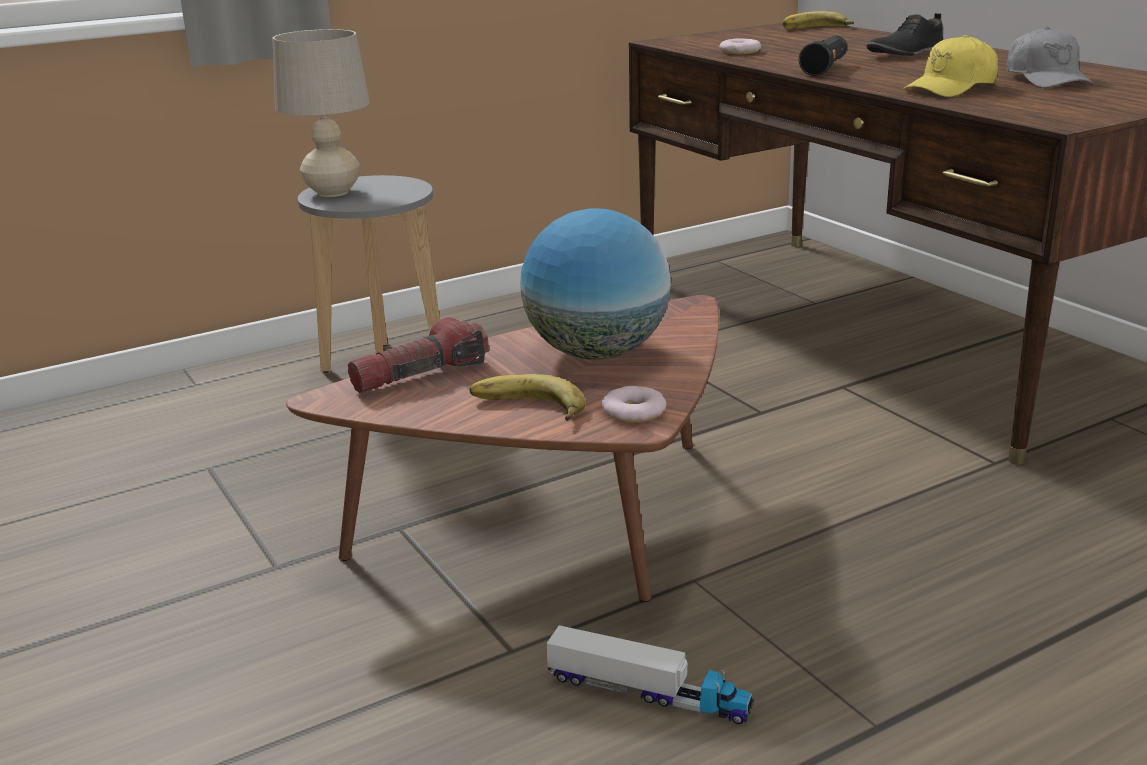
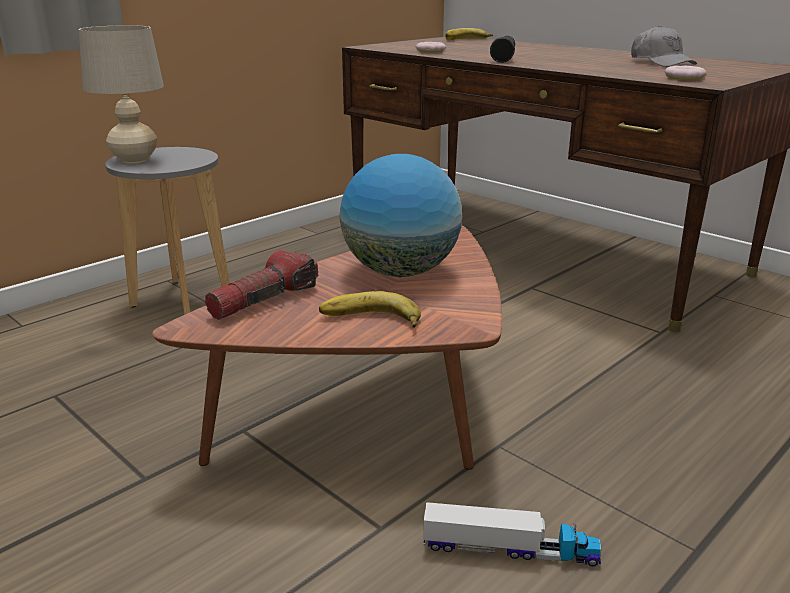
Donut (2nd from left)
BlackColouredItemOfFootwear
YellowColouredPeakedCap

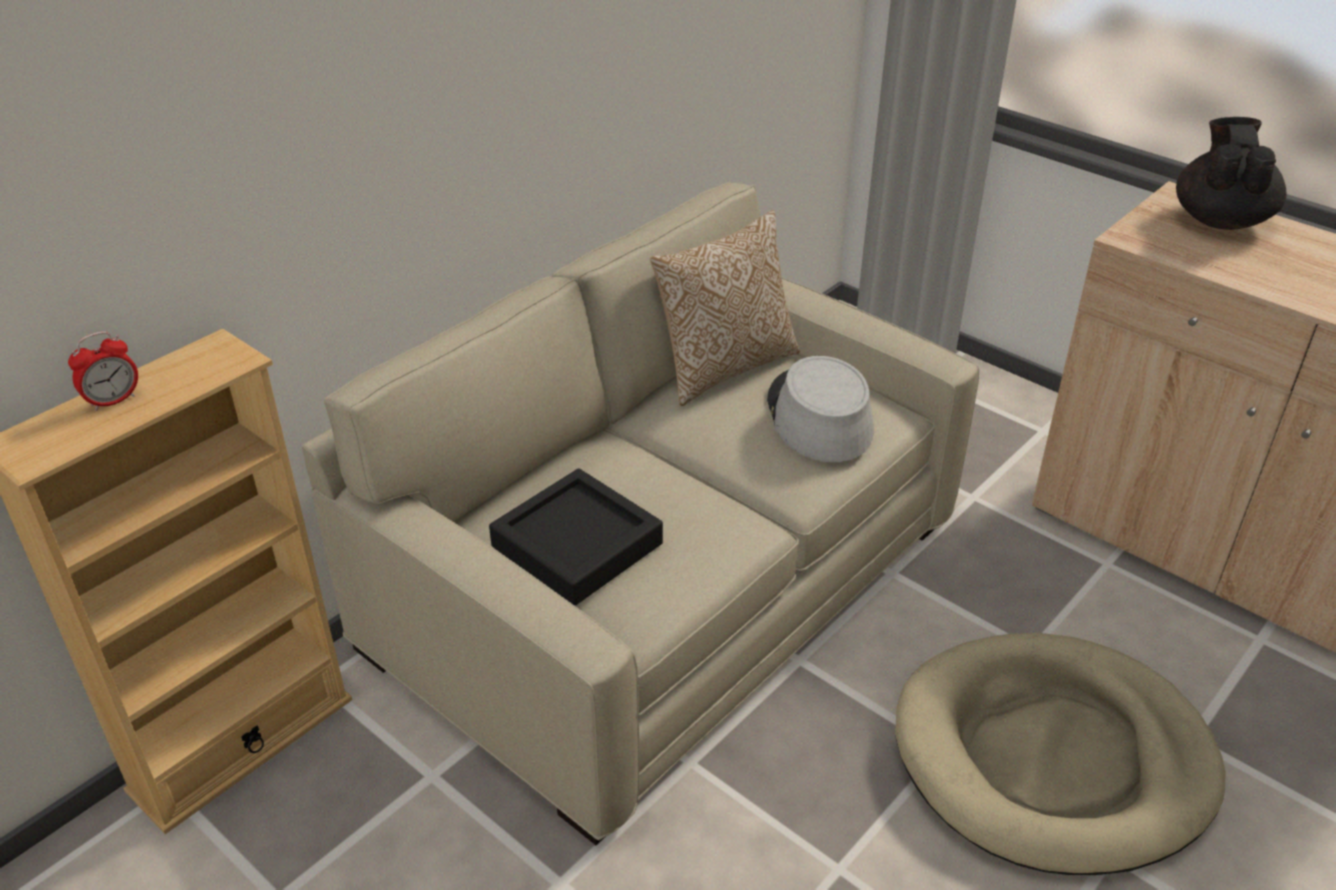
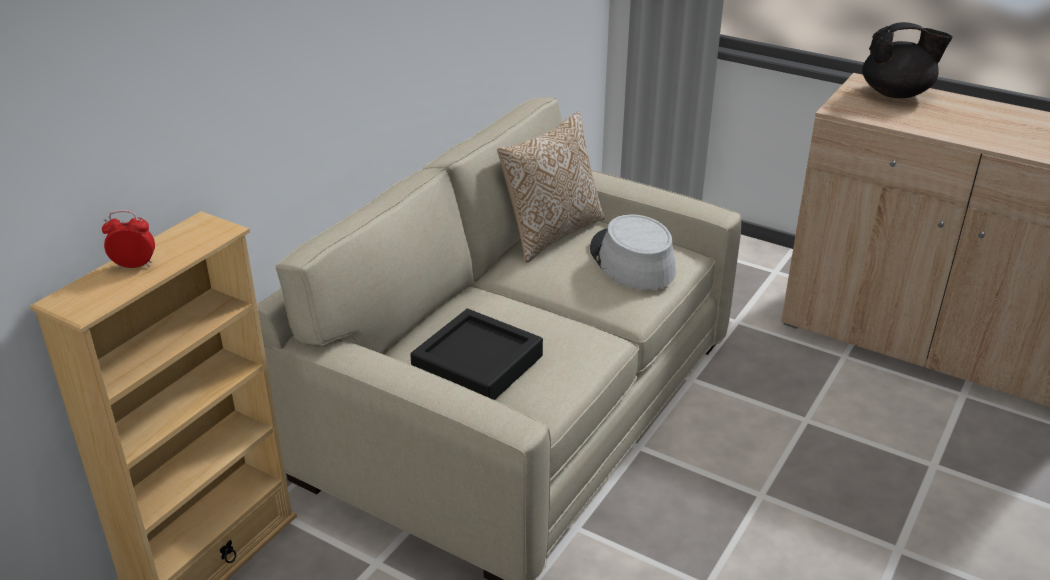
AlarmClock
BeigeColouredPetBed
BlackColouredPotForTea

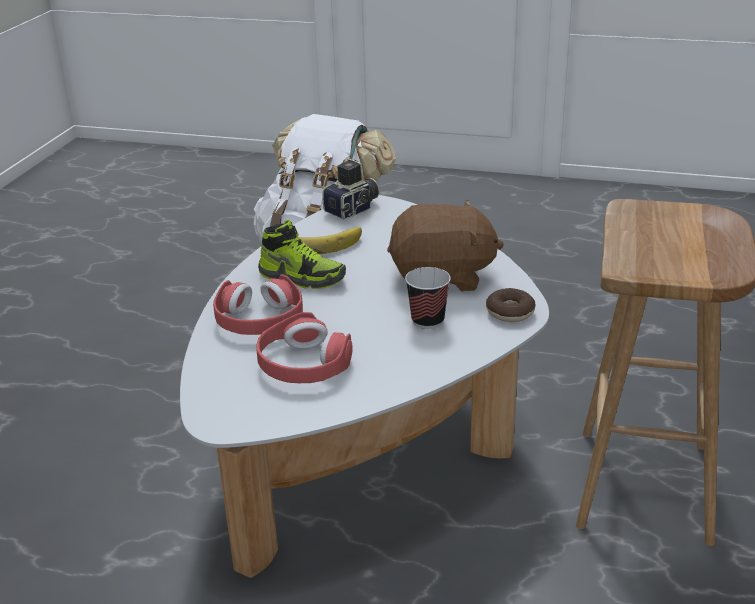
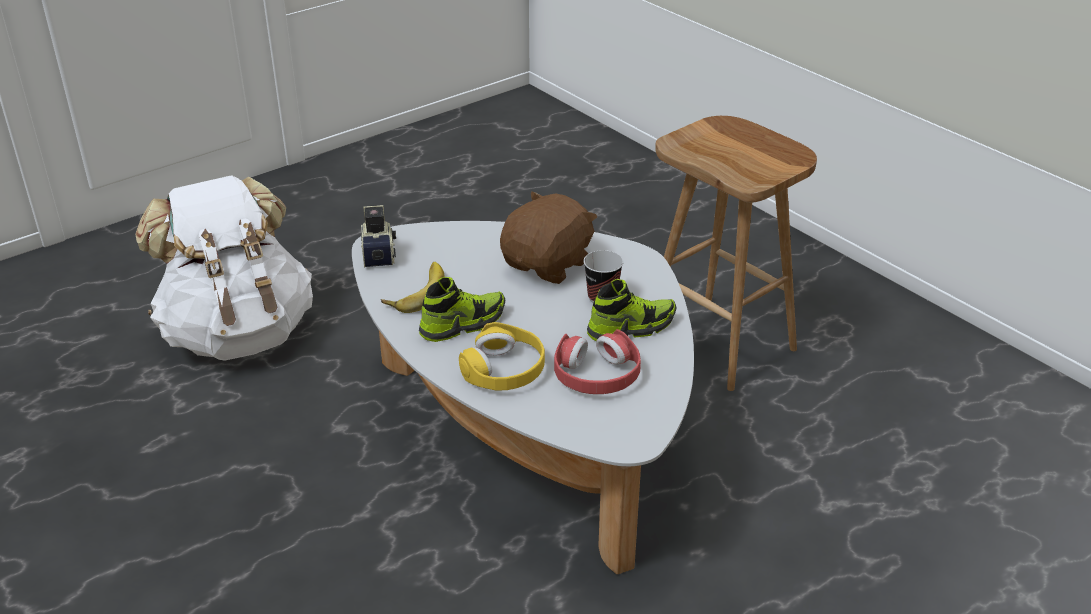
YellowColouredHeadphones
Donut
ItemOfFootwear (2nd from left)

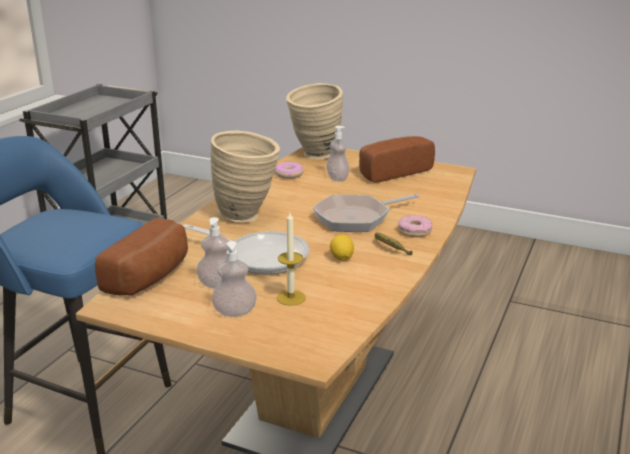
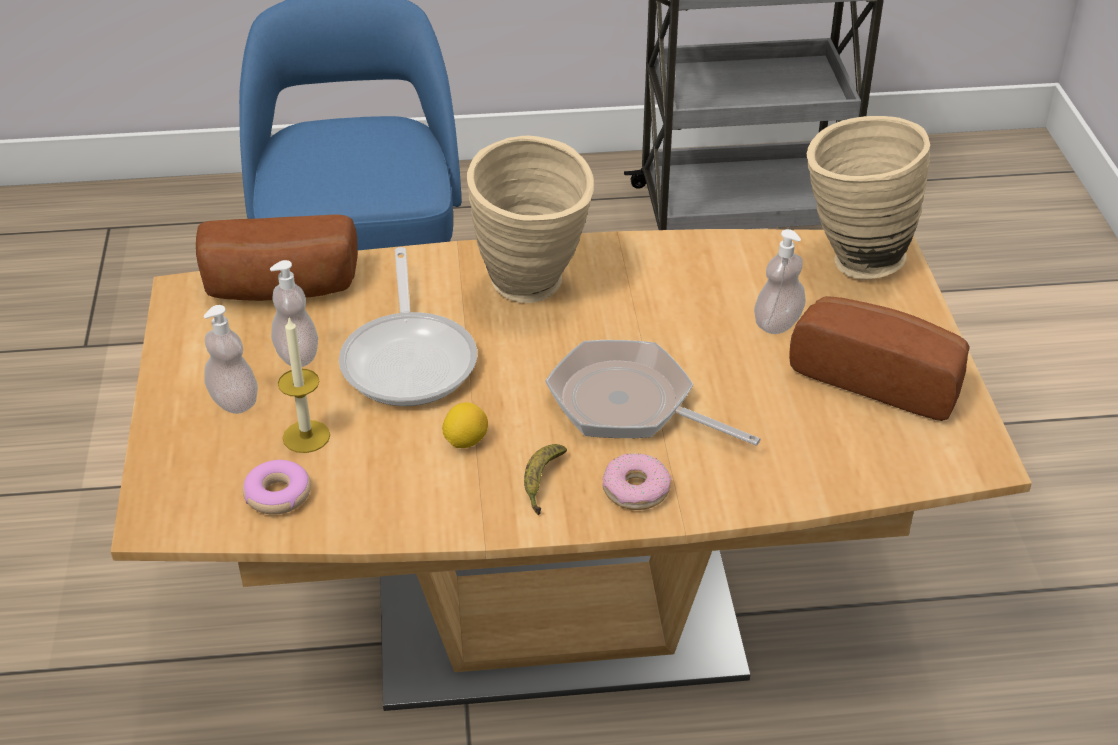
Donut (1st from left)

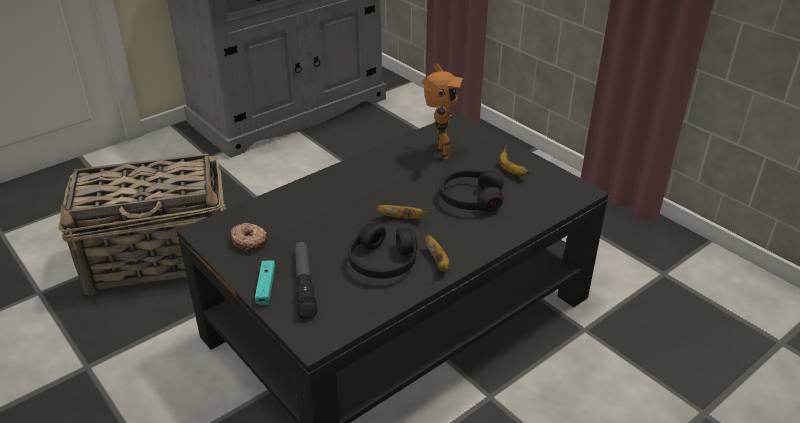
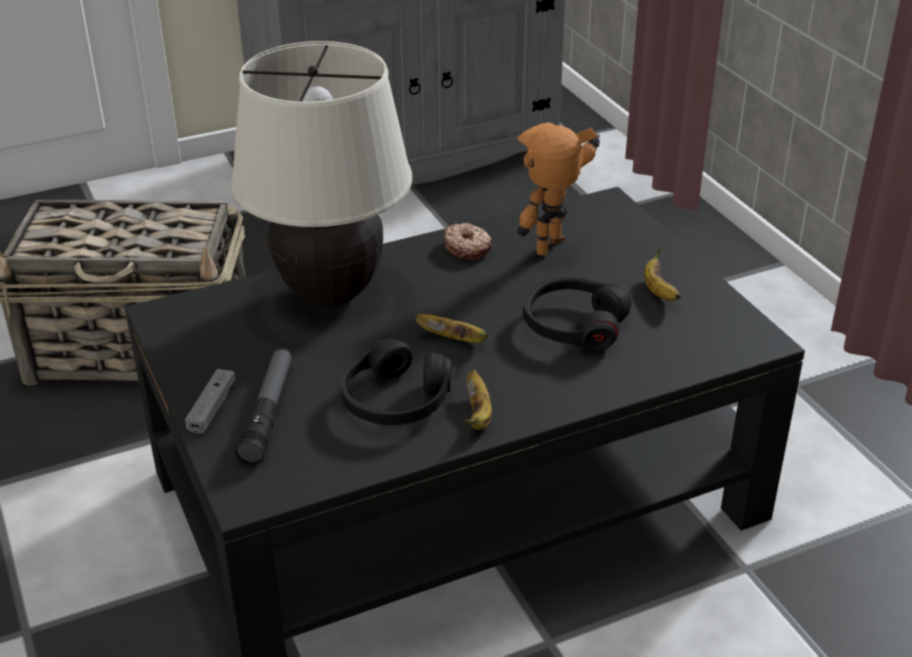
Donut
GreyishGameController
RobotFigure
BeigeColouredLampForATable

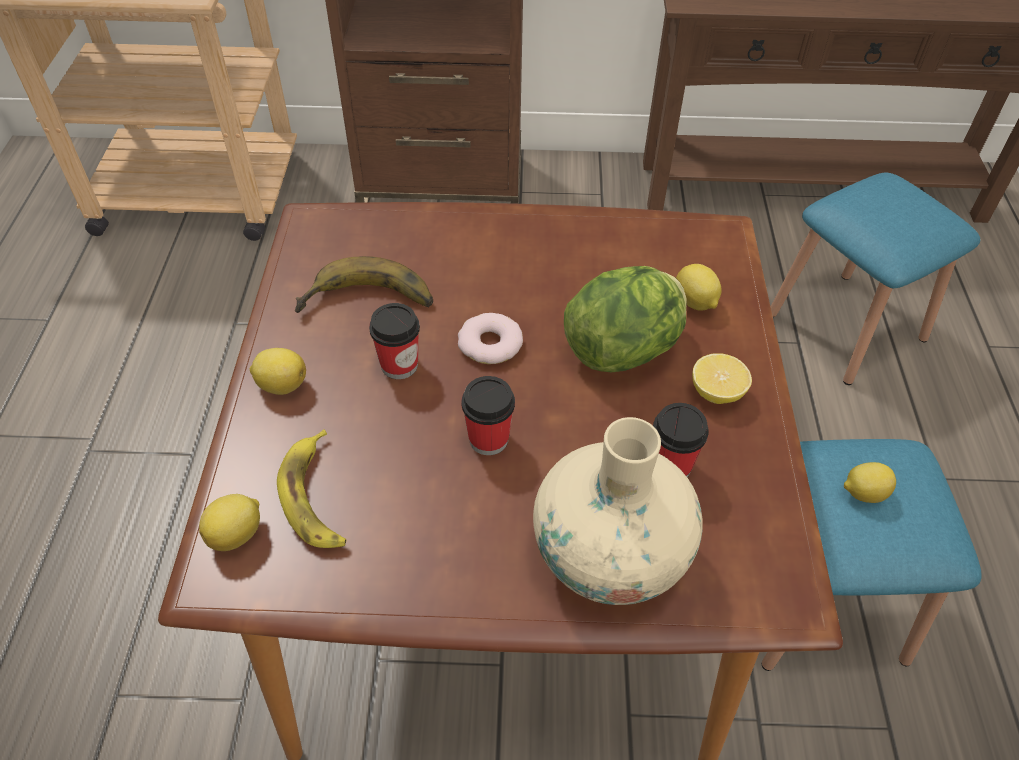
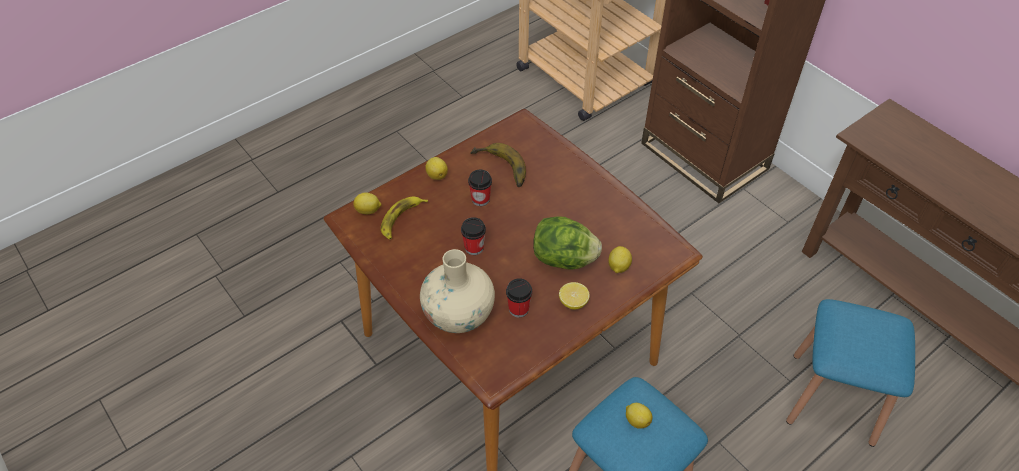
Donut

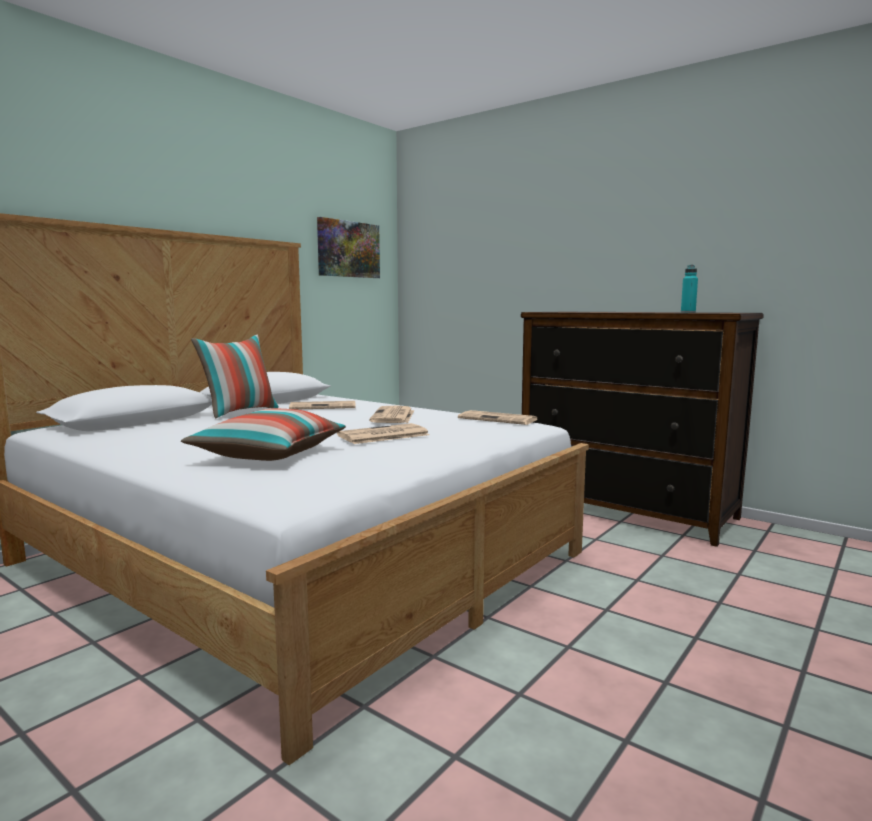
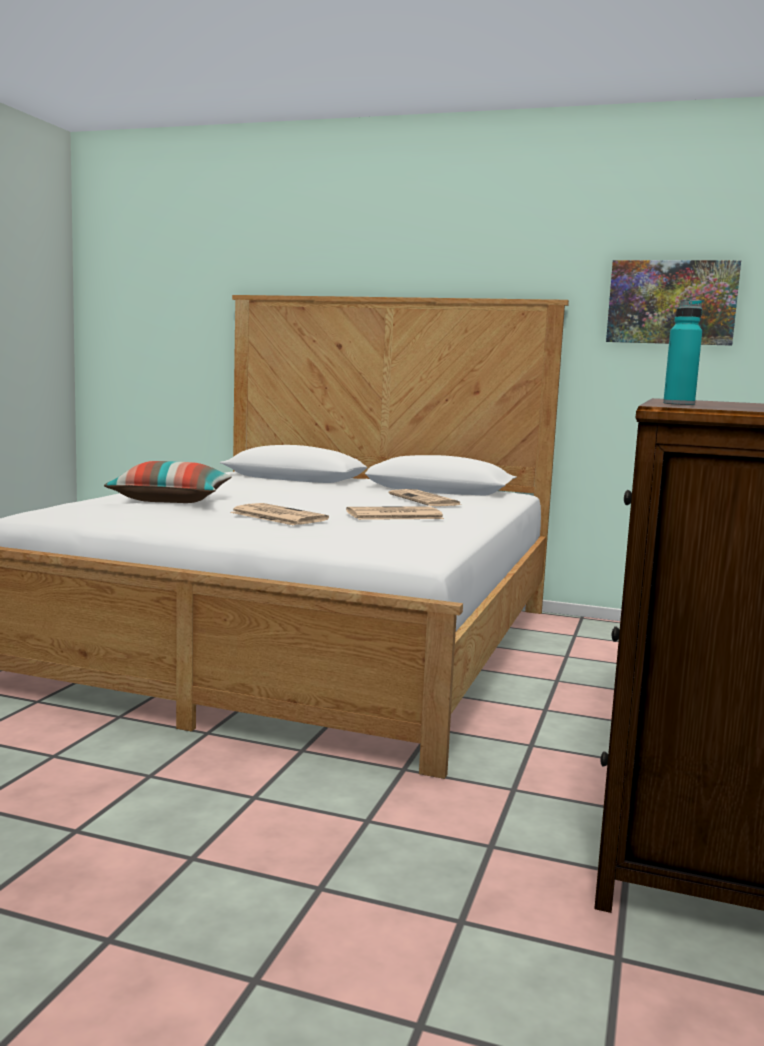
Cushion (1st from left in the first image)
Newspaper (4th from left in the first image)

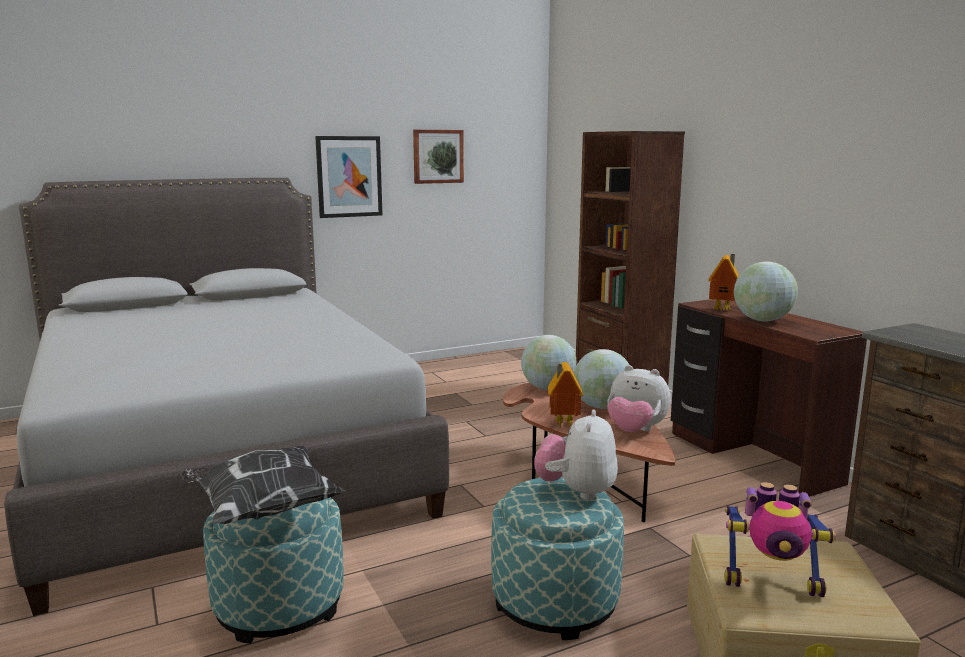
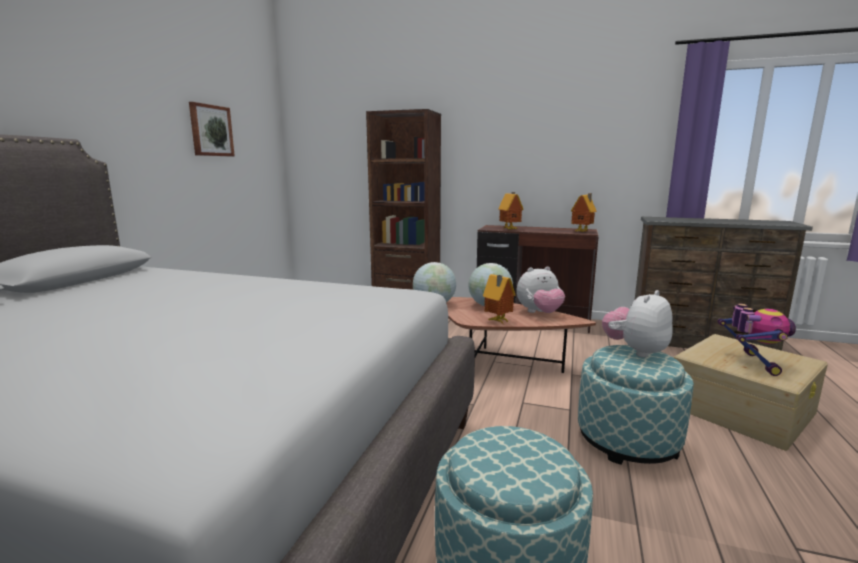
Cushion
WallPicture (1st from left in the first image)
CuddlyToy (2nd from left)
RobotFigure
Globe (3rd from left in the first image)
MiniatureHouse (3rd from left)

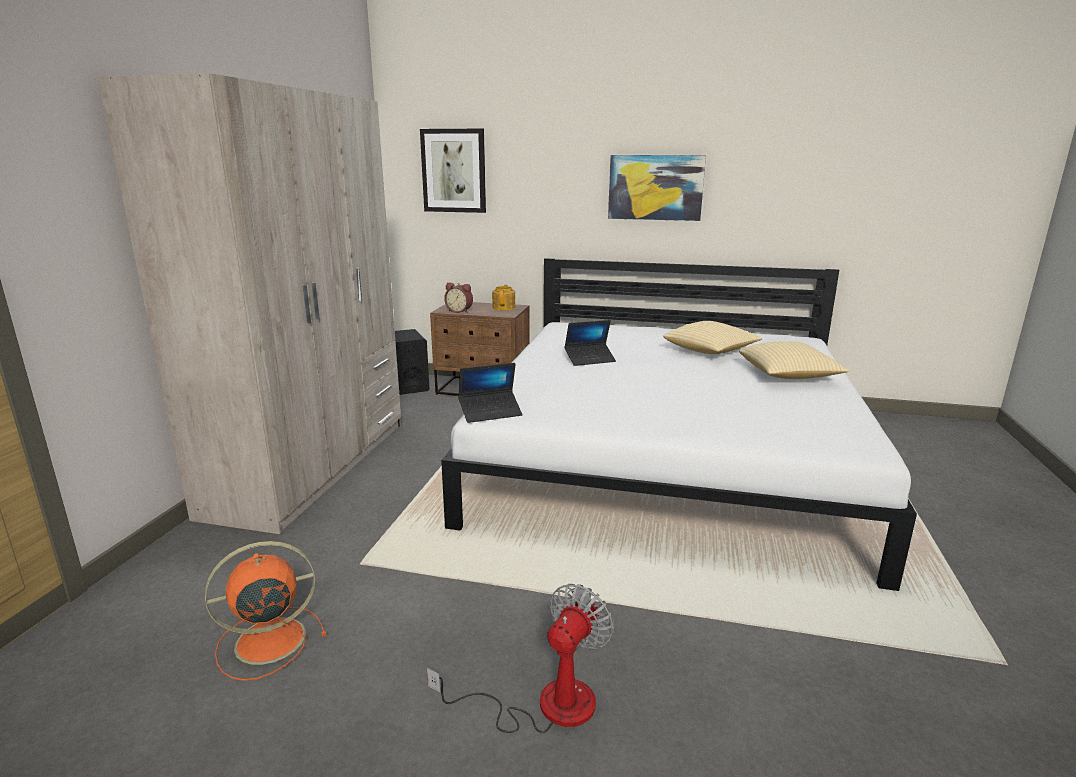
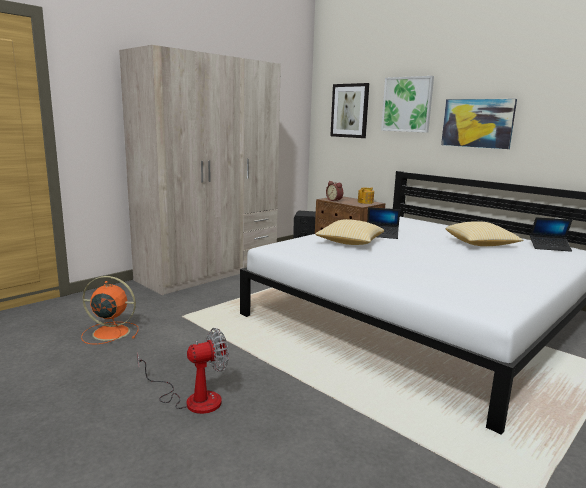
Laptop (2nd from left)
Cushion (1st from left)
WallPicture (2nd from left)

